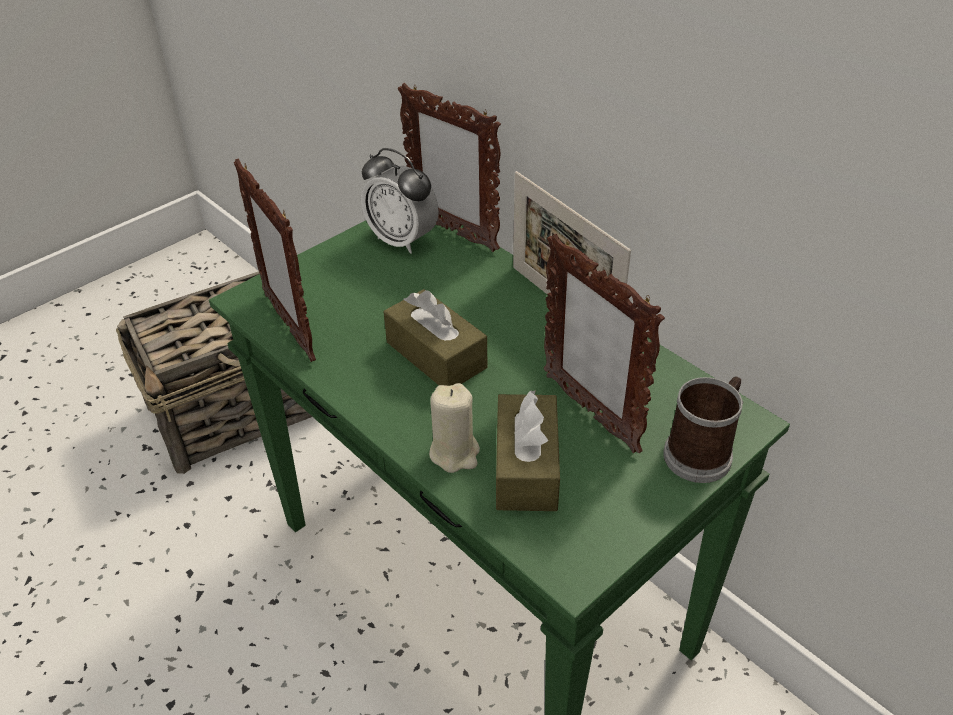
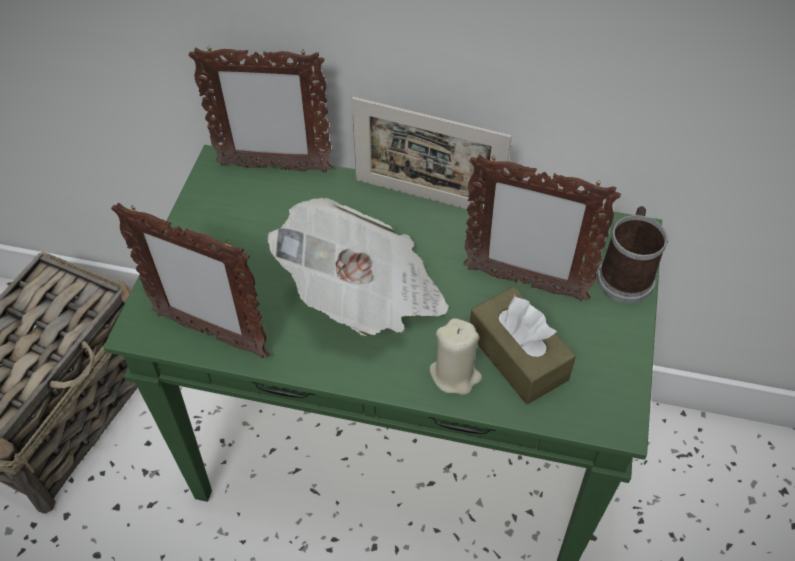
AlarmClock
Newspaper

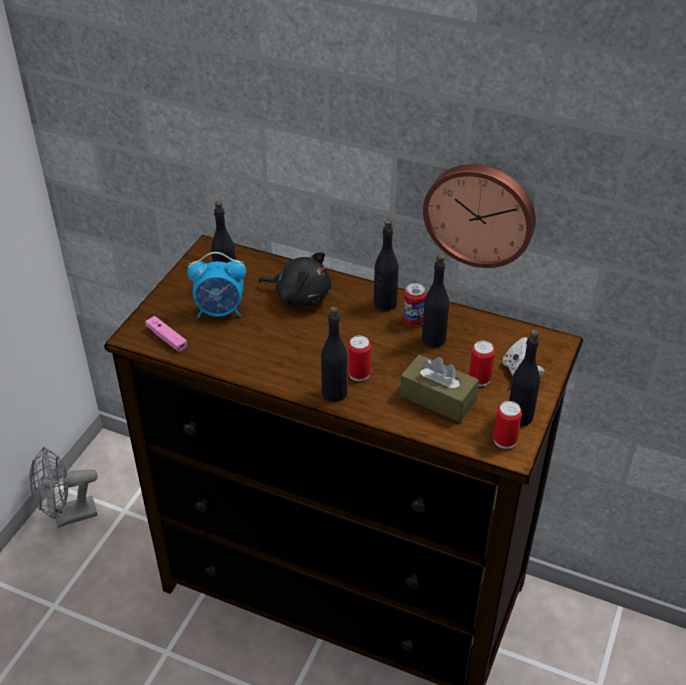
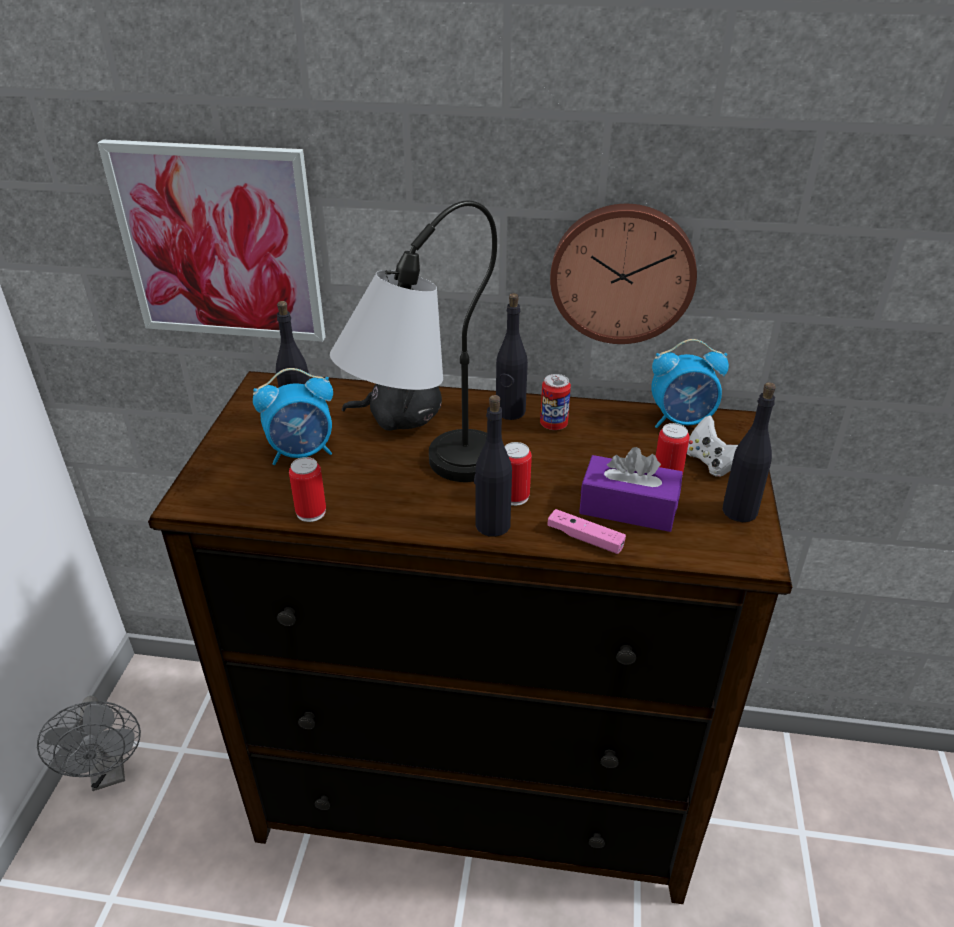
GreyishElectricFan
PinkGameController
PurpleColouredTissueHolder
BlackColouredBeverageBottle (4th from left in the first image)
MetalCan (1st from left)
WallPicture
LampForATable
AlarmClock (2nd from left)

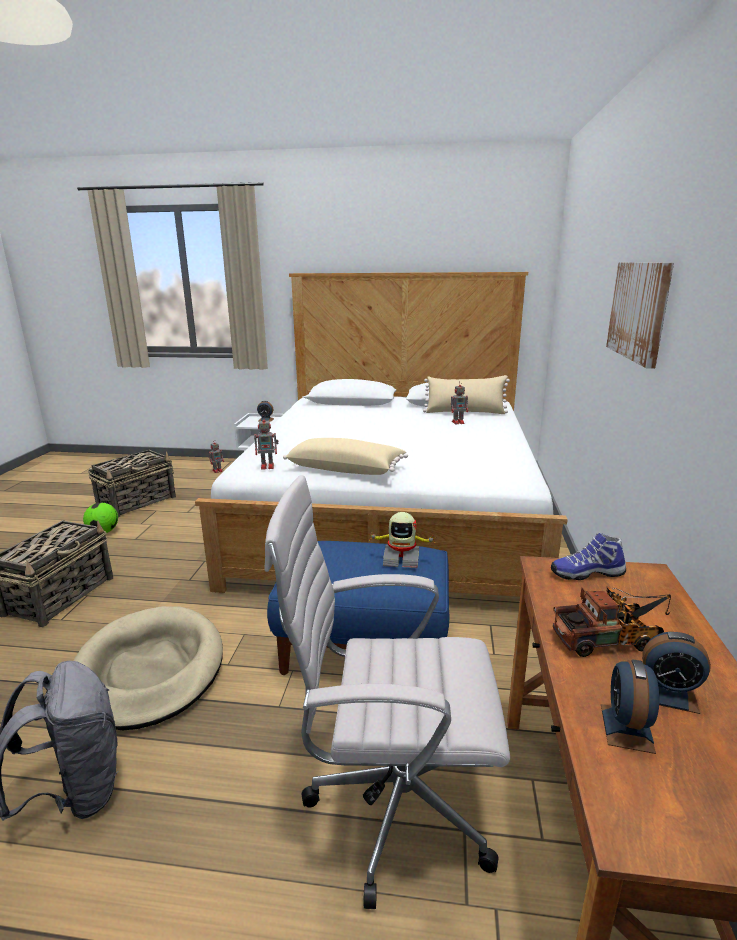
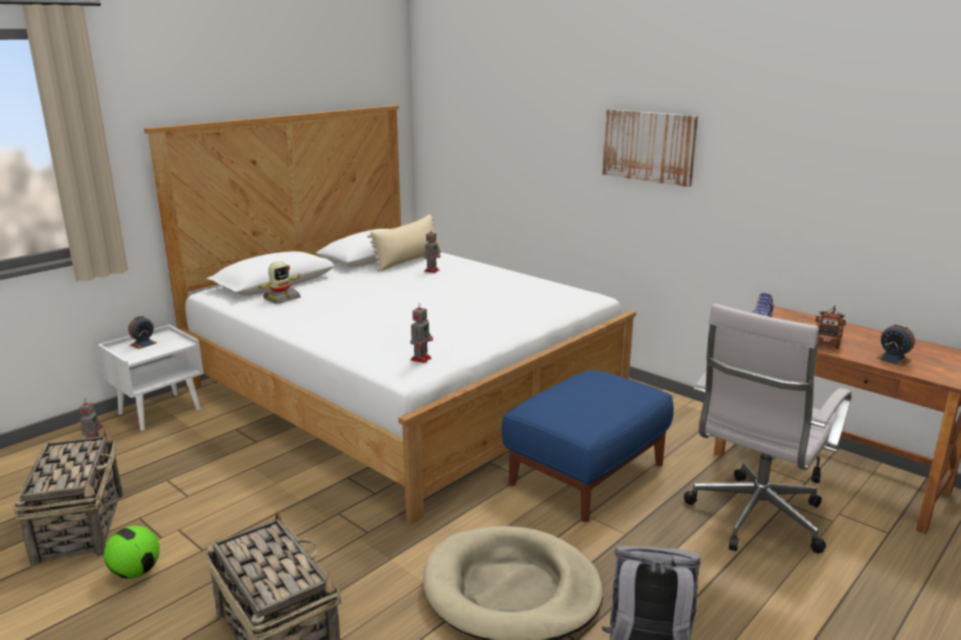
BeigeColouredCushion (1st from left in the first image)
RobotFigure (2nd from left)
AlarmClock (3rd from left in the first image)

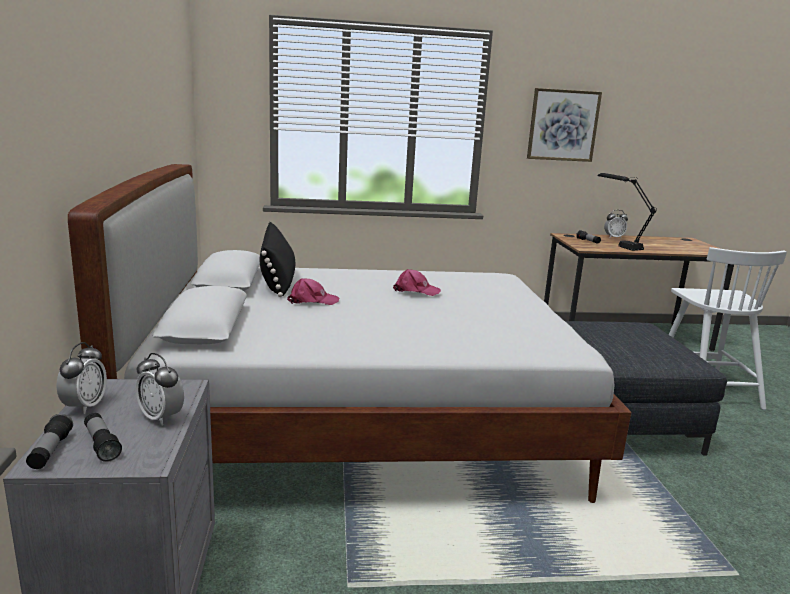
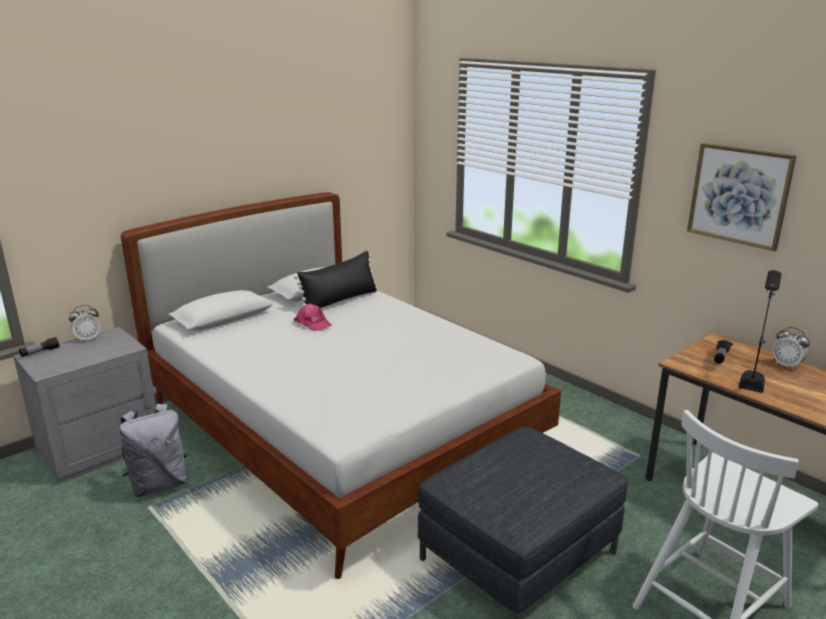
Torch (2nd from left in the first image)
AlarmClock (2nd from left in the first image)
PinkPeakedCap (2nd from left in the first image)
GreyishKnapsack

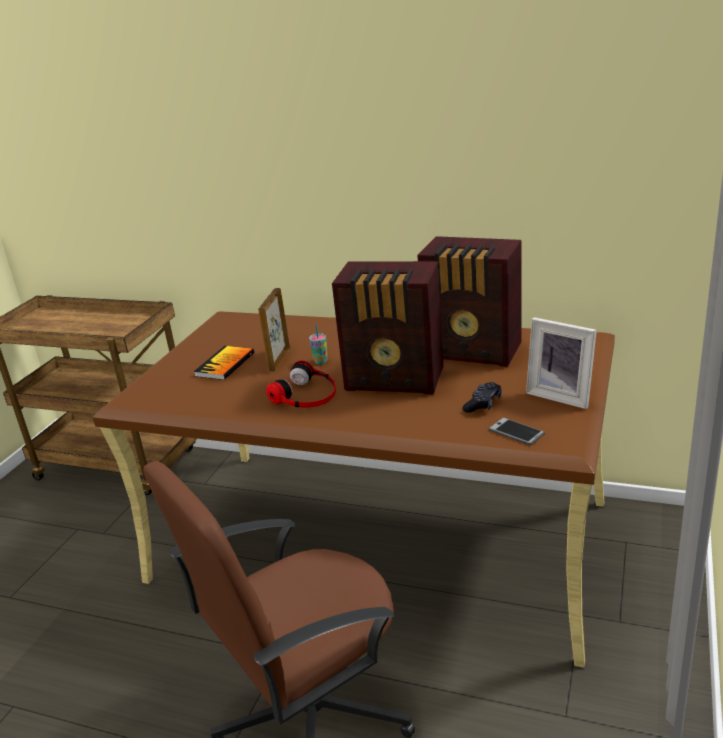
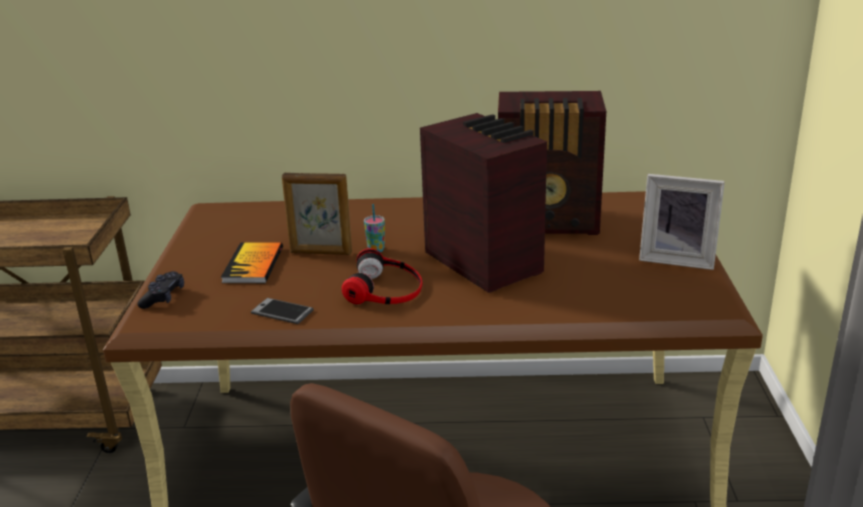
PictureFrame (1st from left)
Radio (1st from left)
BlackColouredGameController
Telephone

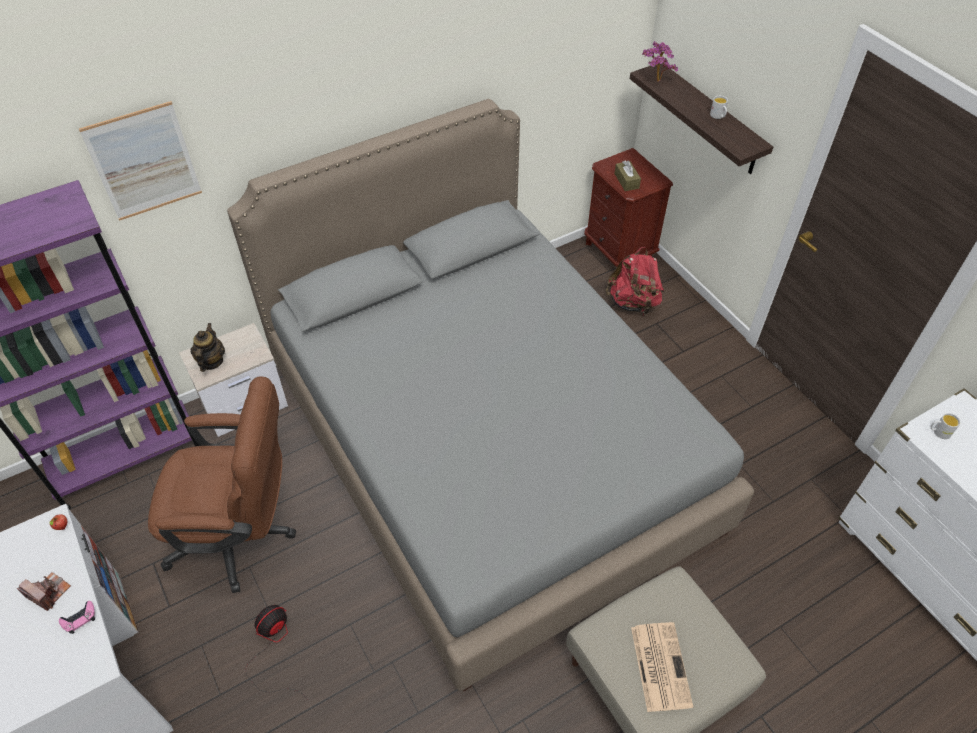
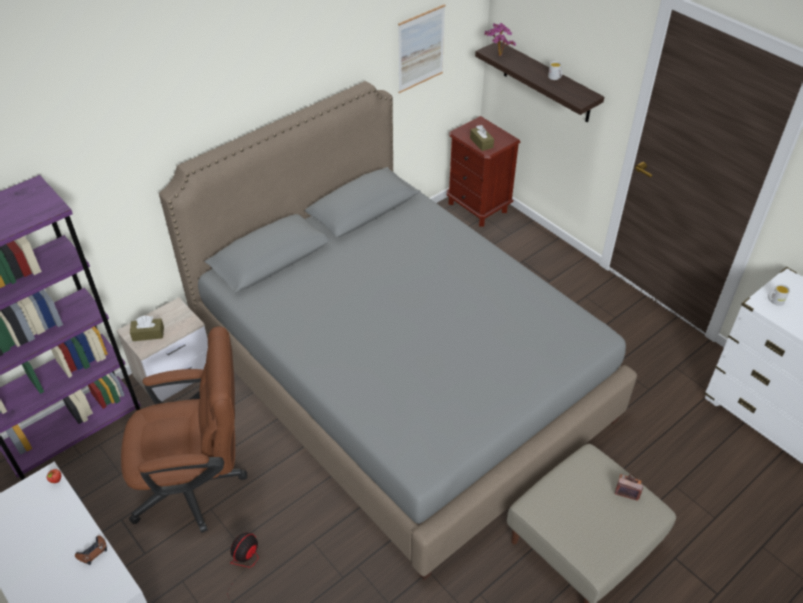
PhotoCamera
BrownColouredGameController
WallPicture
BrownColouredTissueHolder (1st from left)
ReddishKnapsack
Newspaper

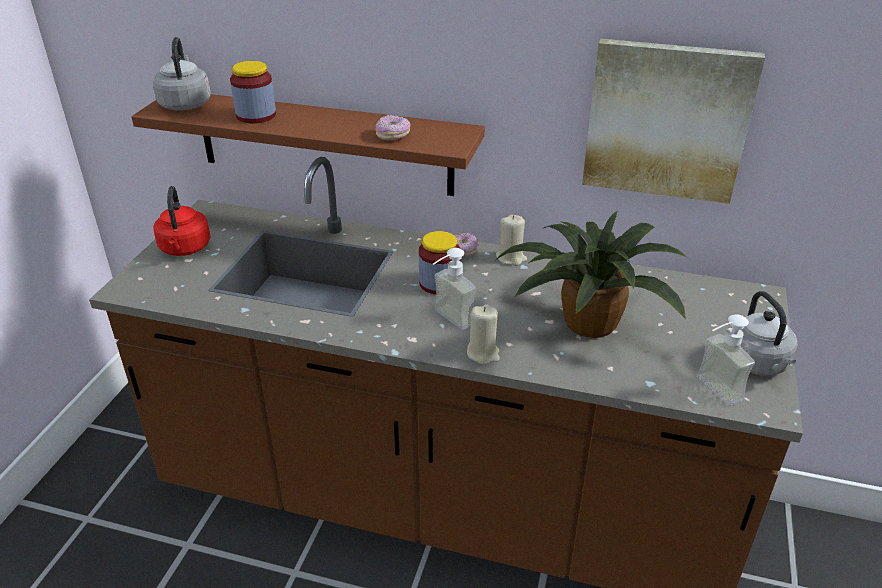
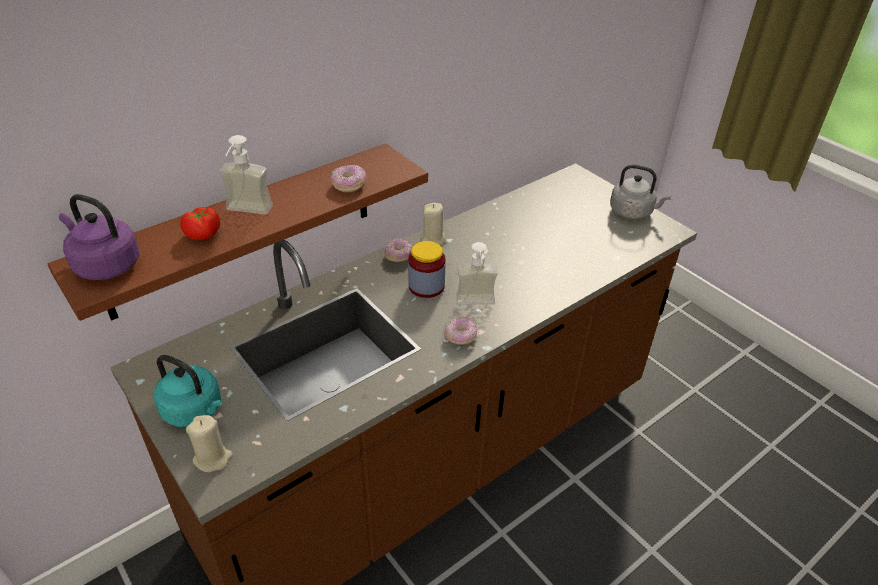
PurpleColouredWaterKettle
TurquoiseWaterKettle
FreshTomato
BeigeColouredWaxCandle (1st from left)
PottedPlant
WallPicture
LiquidSoapBottle (1st from left)
Donut (3rd from left)

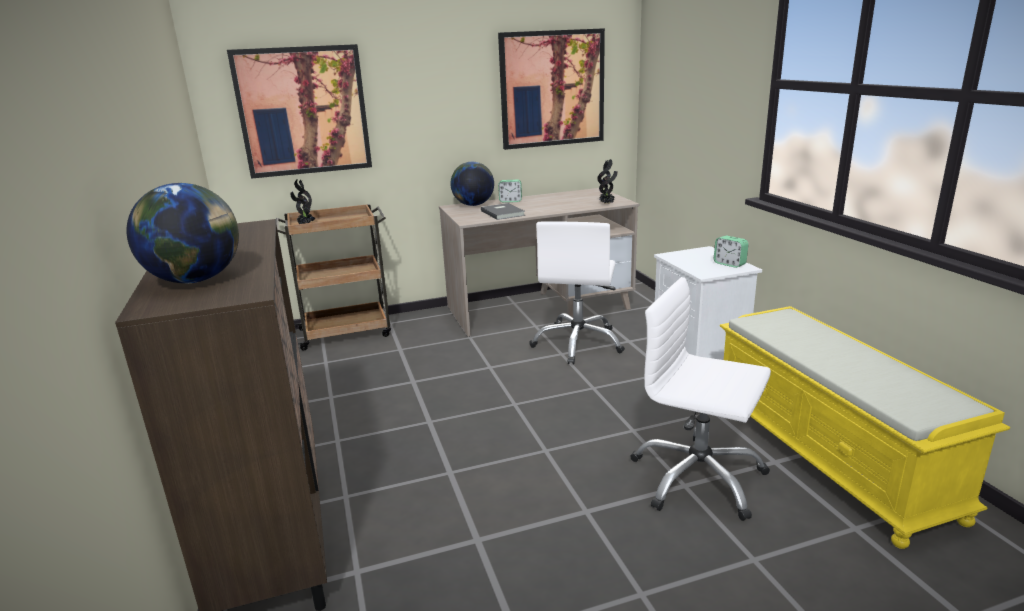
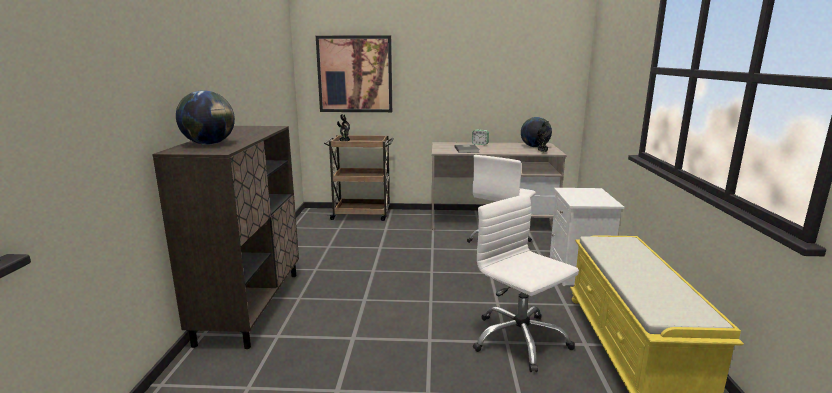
Globe (2nd from left)
WallPicture (2nd from left in the first image)
AlarmClock (2nd from left in the first image)

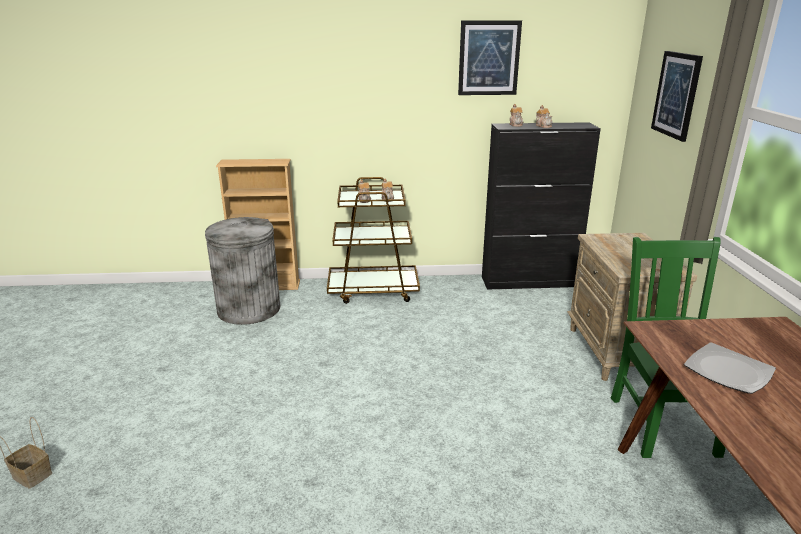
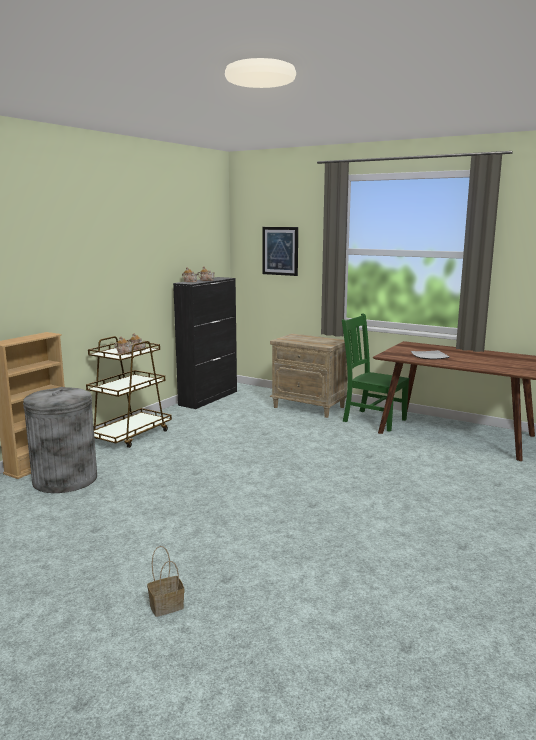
WallPicture (1st from left in the first image)

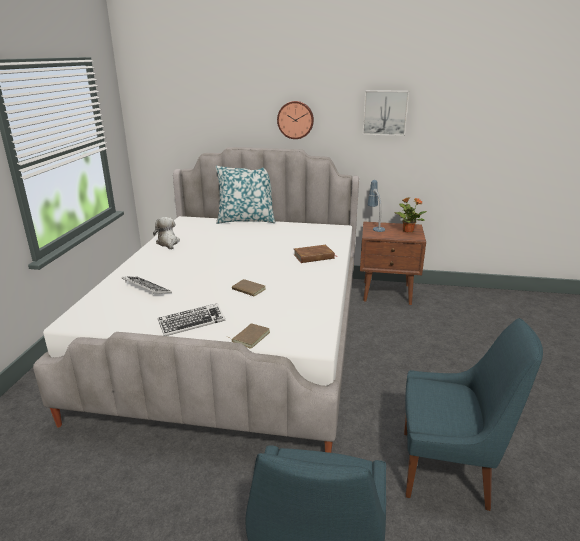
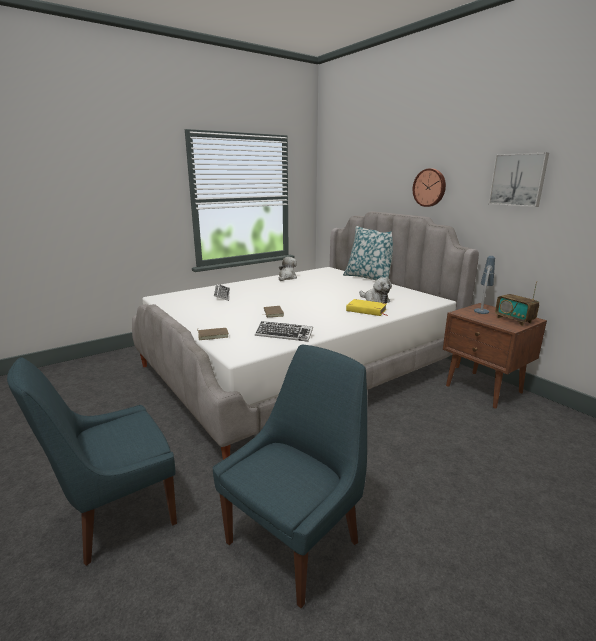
PcKeyboard (2nd from left)
YellowColouredBoundBook
Radio
BlueColouredChair (2nd from left)
CuddlyToy (2nd from left)

